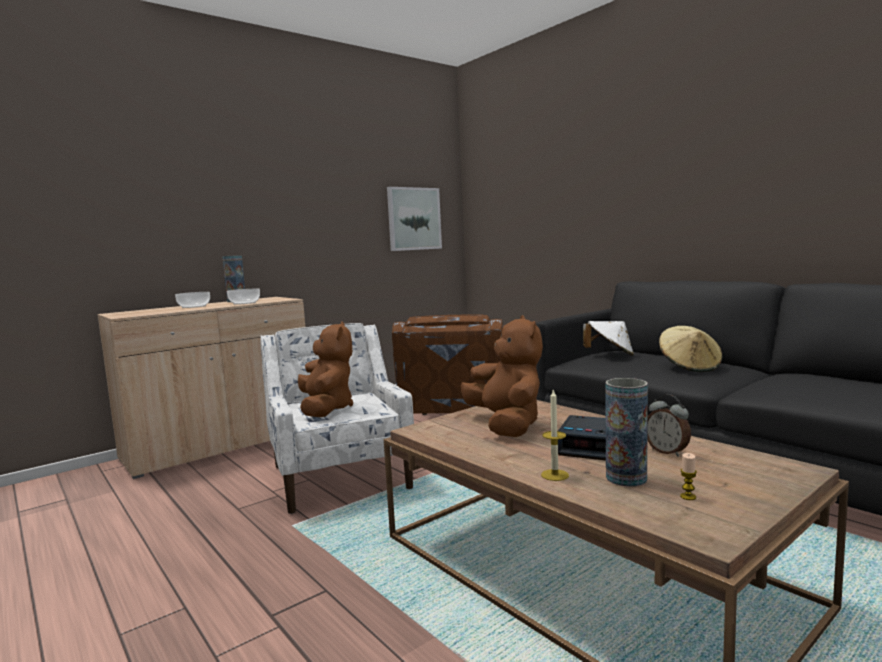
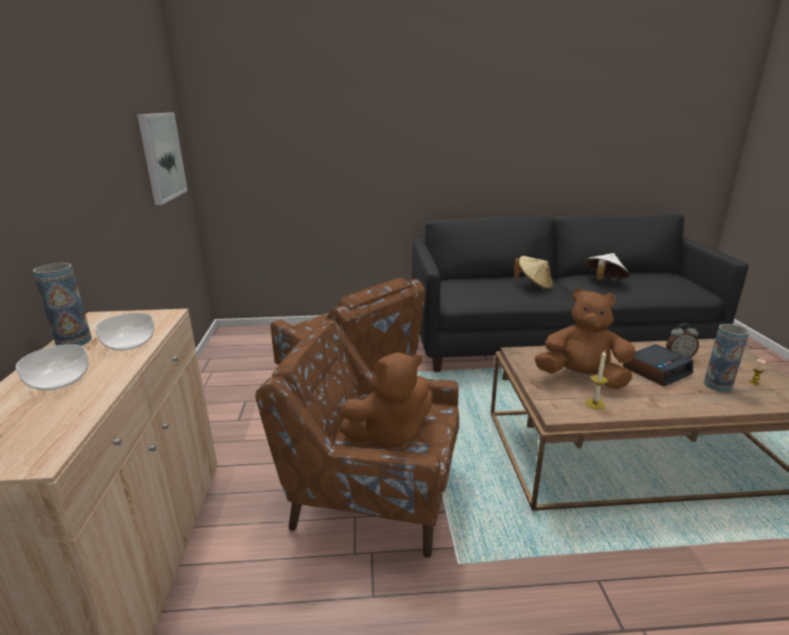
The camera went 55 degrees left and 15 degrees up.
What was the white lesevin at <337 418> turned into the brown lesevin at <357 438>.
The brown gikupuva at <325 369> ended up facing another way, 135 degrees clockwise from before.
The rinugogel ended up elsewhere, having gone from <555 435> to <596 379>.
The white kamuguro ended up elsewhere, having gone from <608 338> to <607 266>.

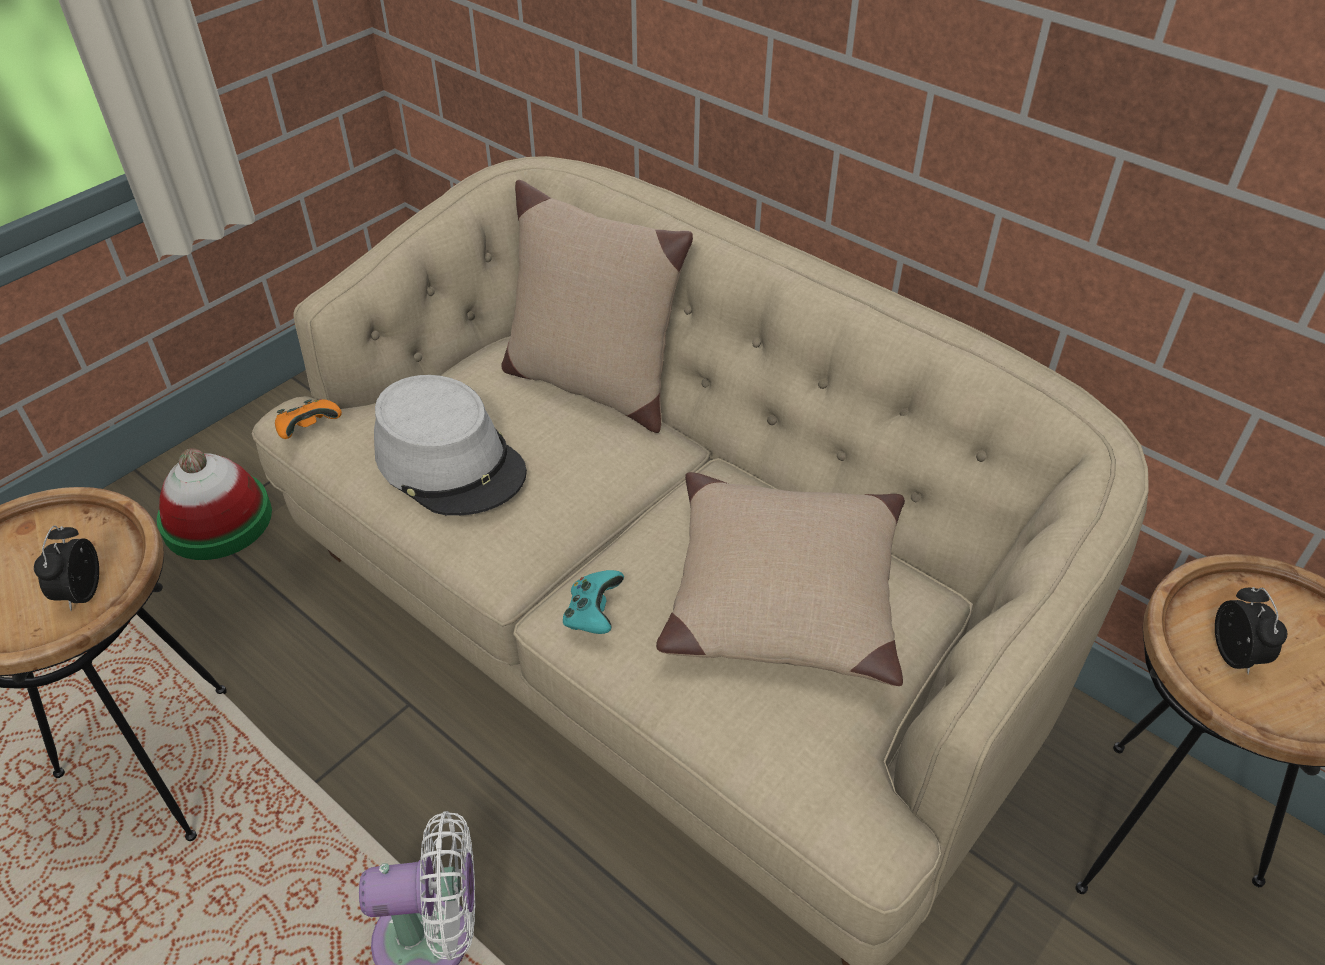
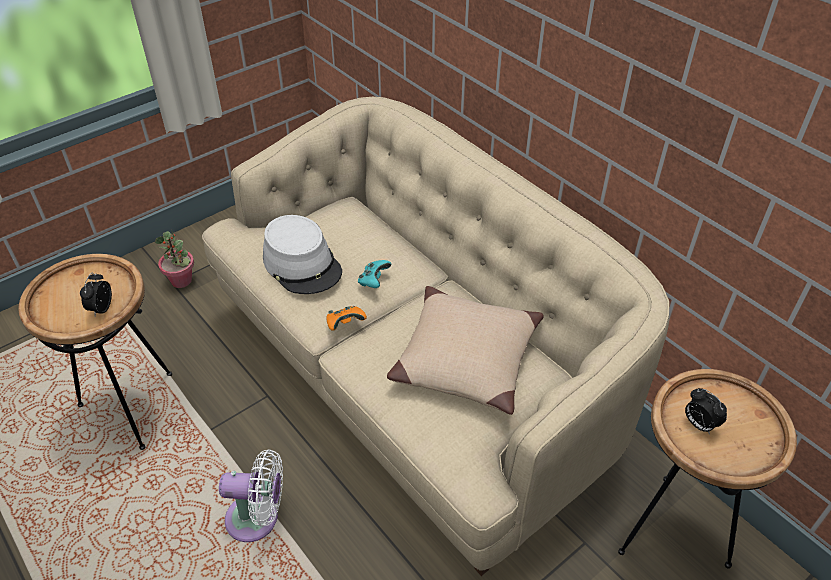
The camera went 10 degrees right and 0 degrees up.
Where the kamuguro stood at <214 504>, the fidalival came to stand at <174 258>.
The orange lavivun ended up elsewhere, having gone from <308 419> to <347 318>.
The second view lost the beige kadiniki at <597 306>.
The turquoise lavivun ended up elsewhere, having gone from <593 602> to <374 274>.
The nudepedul at <1251 630> ended up facing another way, 135 degrees clockwise from before.

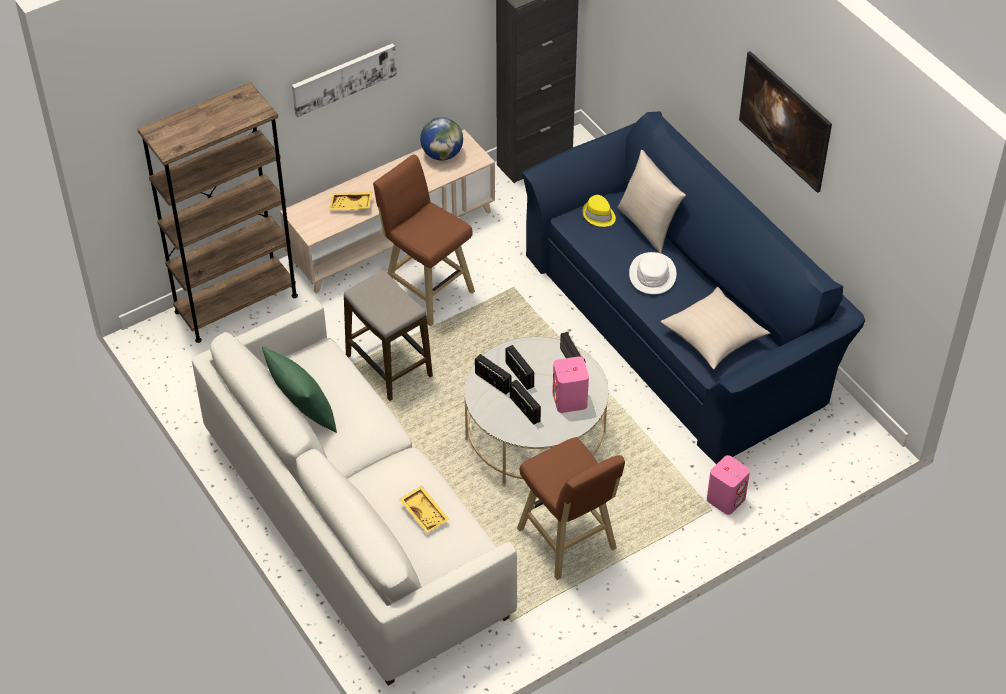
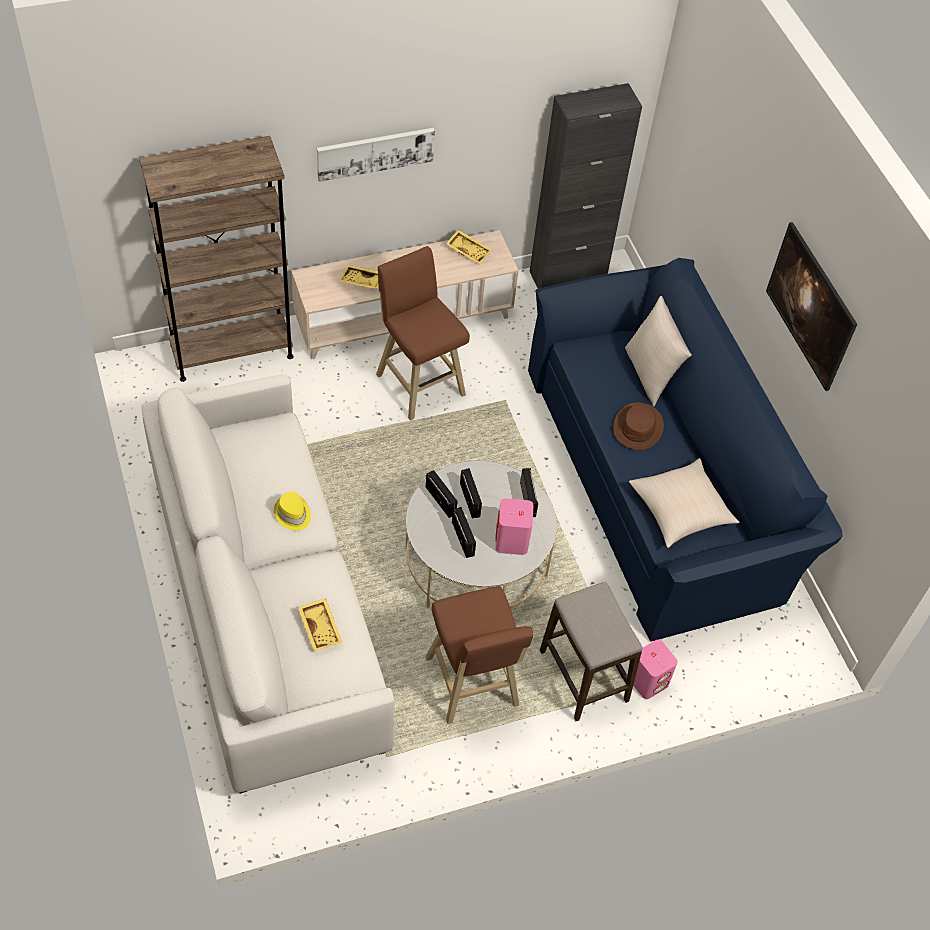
The camera went 10 degrees right and 5 degrees up.
The second view lost the green kadiniki at <299 389>.
The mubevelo ended up elsewhere, having gone from <388 335> to <591 651>.
Where the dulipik stood at <441 139>, the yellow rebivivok came to stand at <469 247>.
The yellow kamuguro ended up elsewhere, having gone from <599 211> to <292 511>.
What was the white kamuguro at <653 273> turned into the brown kamuguro at <638 426>.

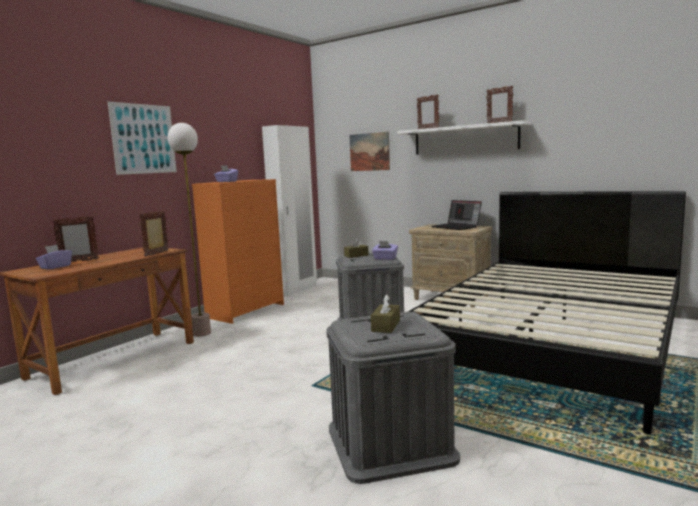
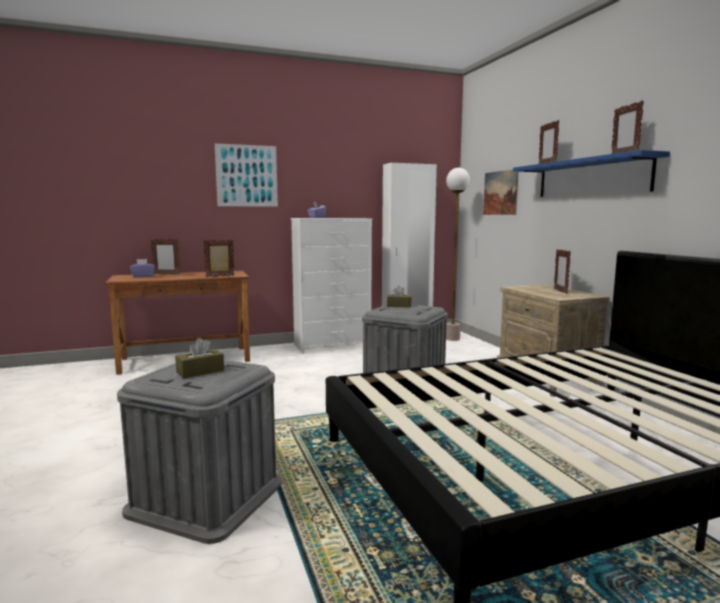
The camera went 35 degrees right and 0 degrees up.
The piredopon ended up elsewhere, having gone from <189 230> to <458 254>.
What was the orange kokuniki at <238 251> turned into the white kokuniki at <331 285>.
The second view lost the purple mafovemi at <385 250>.
What was the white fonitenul at <464 137> turned into the blue fonitenul at <591 173>.
Where the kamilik stood at <456 215>, the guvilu came to stand at <562 271>.

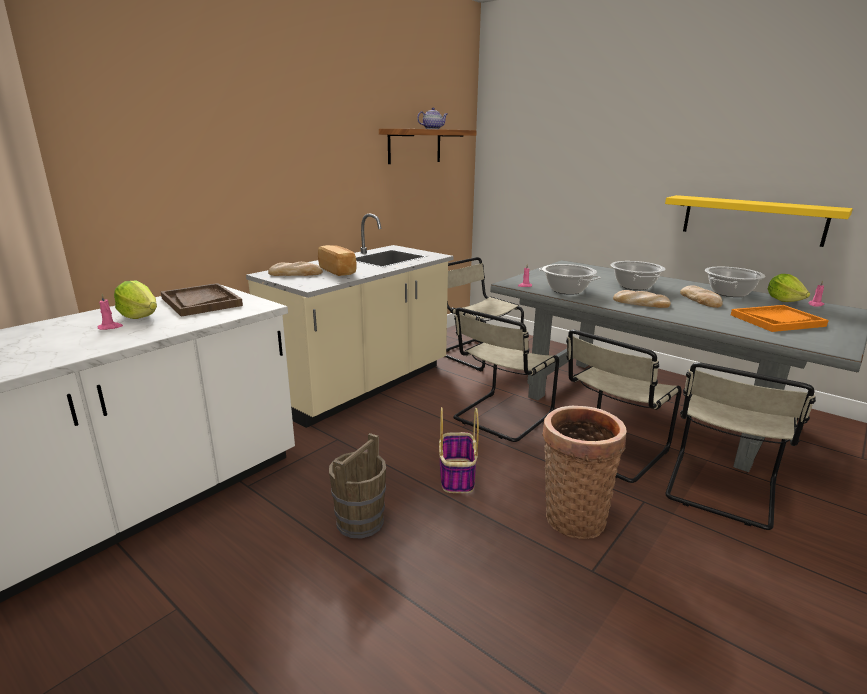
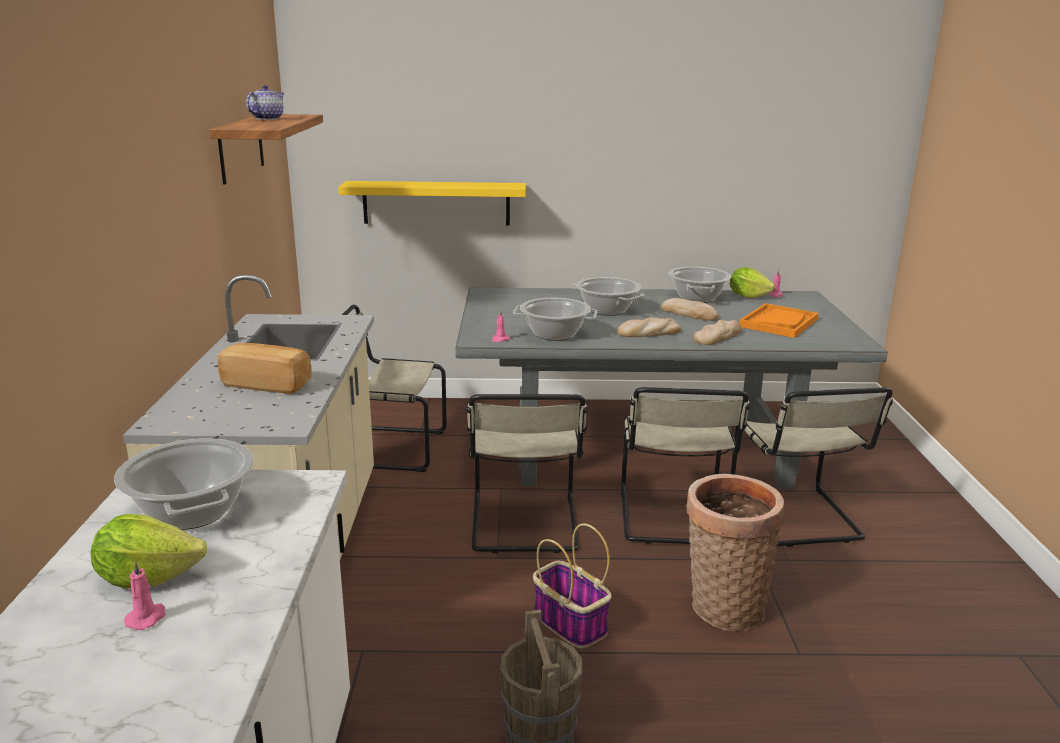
The camera went 40 degrees left and 0 degrees up.
Where the brown rebivivok stood at <202 300>, the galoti came to stand at <184 484>.
The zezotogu ended up elsewhere, having gone from <295 269> to <717 332>.
The yellow fonitenul ended up elsewhere, having gone from <759 221> to <432 203>.

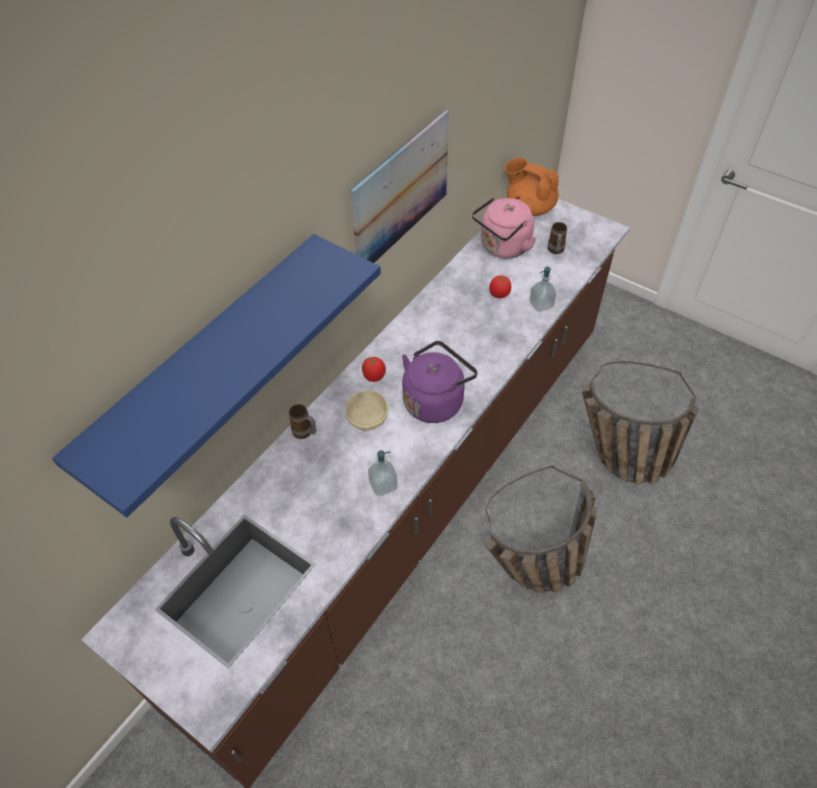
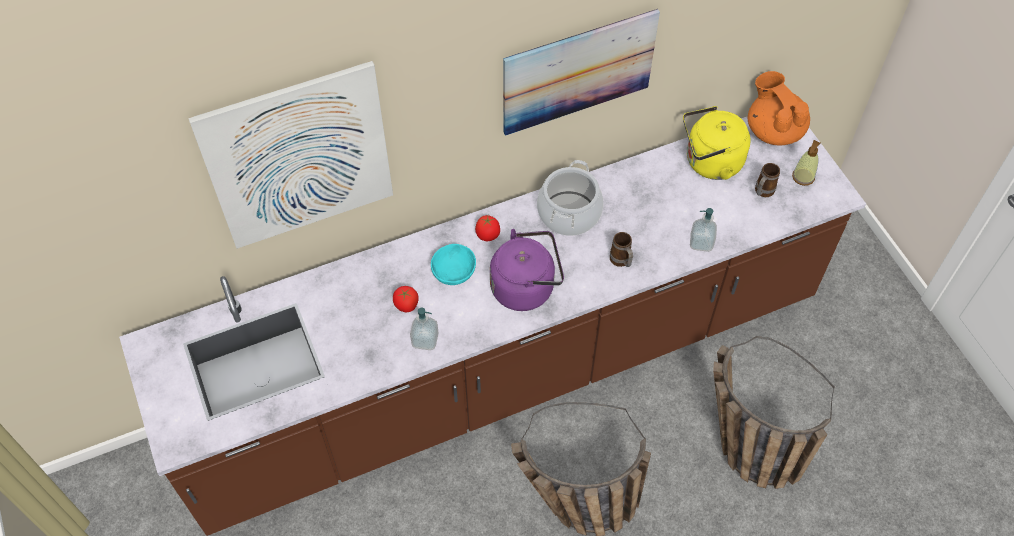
The camera went 30 degrees right and 5 degrees up.
Where the blue fonitenul hung at <216 376>, the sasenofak came to hang at <290 154>.
The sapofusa ended up elsewhere, having gone from <302 421> to <621 249>.
What was the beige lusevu at <366 410> turned into the turquoise lusevu at <453 264>.
What was the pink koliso at <504 227> turned into the yellow koliso at <717 143>.
The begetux ended up elsewhere, having gone from <500 287> to <406 299>.
The second view gained the galoti at <570 198>.
The second view gained the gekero at <806 163>.

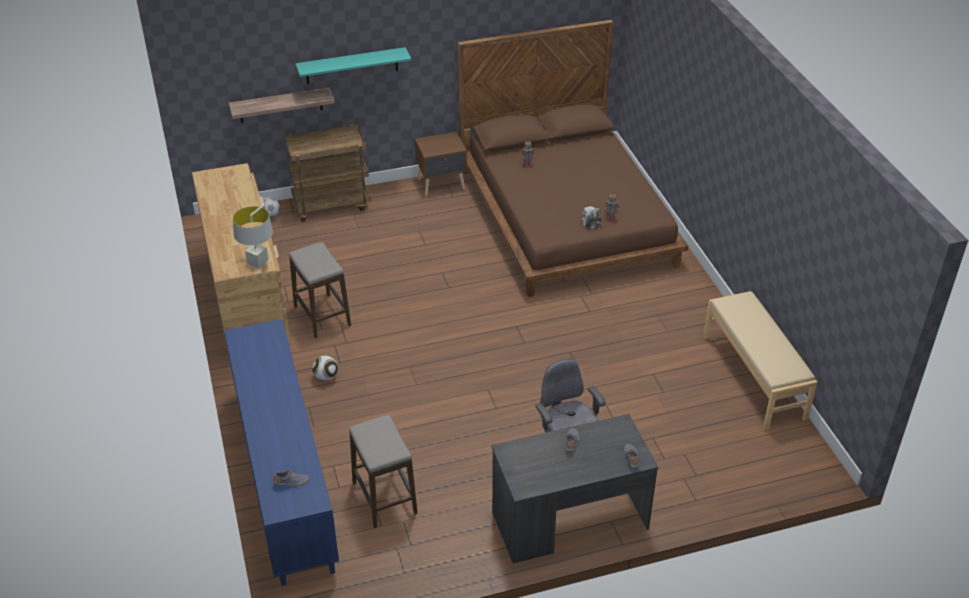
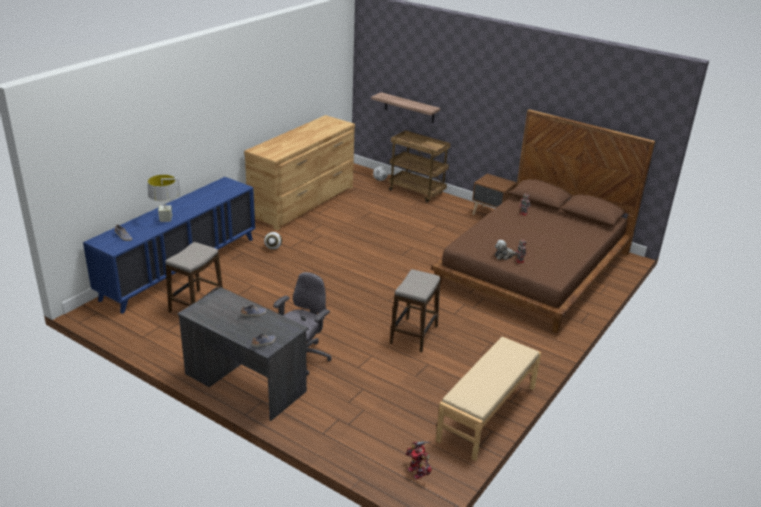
The camera went 50 degrees right and 10 degrees down.
The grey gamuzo ended up elsewhere, having gone from <253 236> to <164 198>.
The mubevelo ended up elsewhere, having gone from <320 290> to <415 311>.
The second view lost the turquoise fonitenul at <353 65>.
The second view gained the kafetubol at <419 460>.

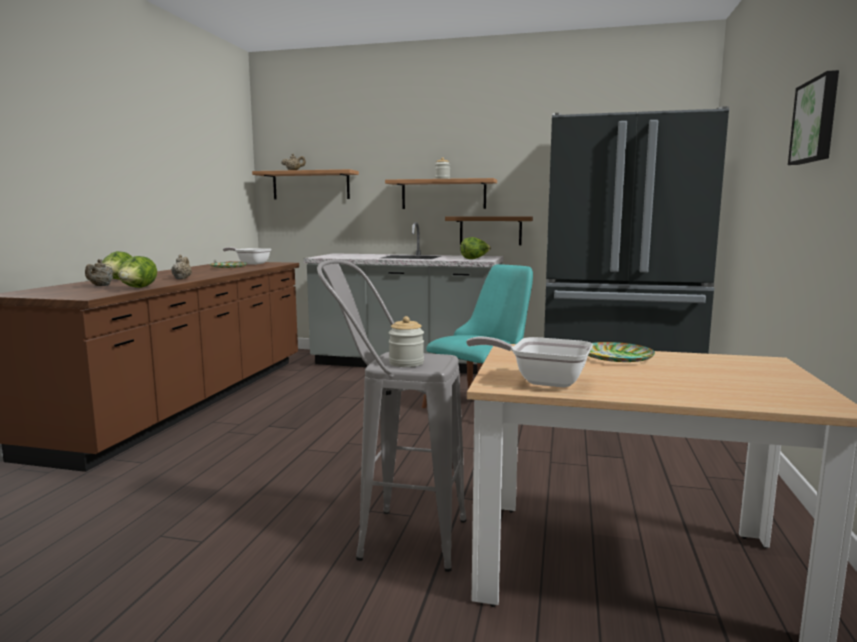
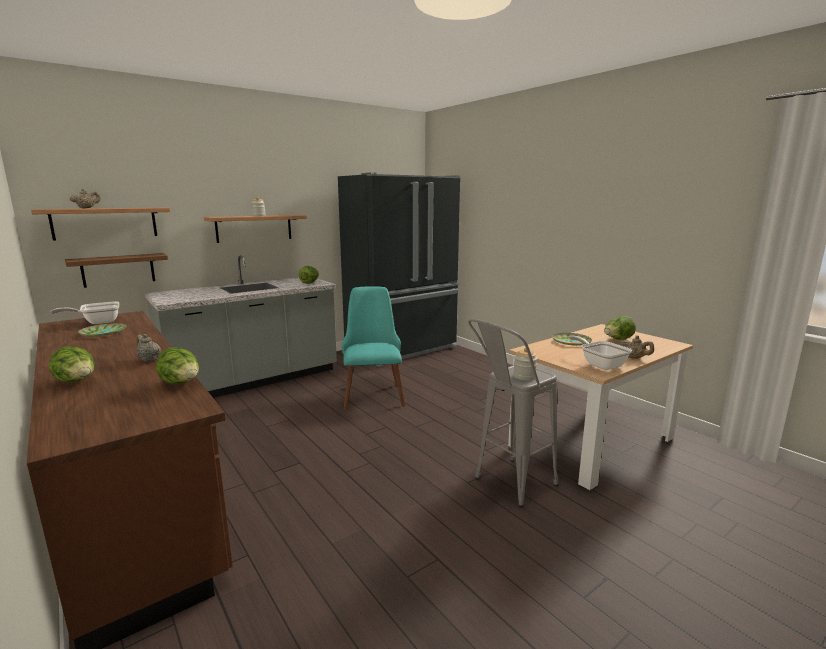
The camera went 50 degrees left and 5 degrees up.
The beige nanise ended up elsewhere, having gone from <99 272> to <636 347>.
The brown fonitenul ended up elsewhere, having gone from <489 230> to <116 270>.
The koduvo at <529 362> ended up facing another way, 90 degrees clockwise from before.
The second view lost the sasenofak at <813 117>.
The second view gained the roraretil at <620 328>.

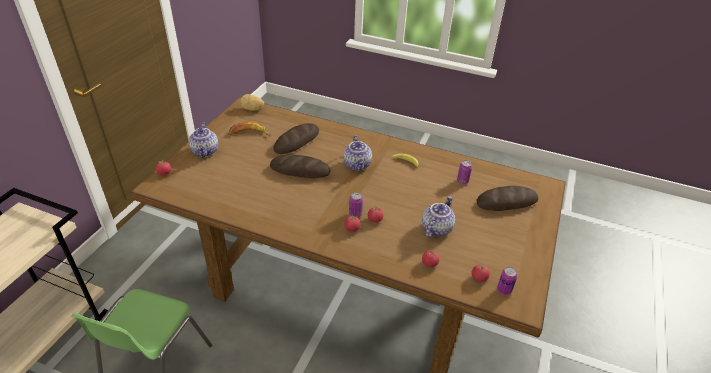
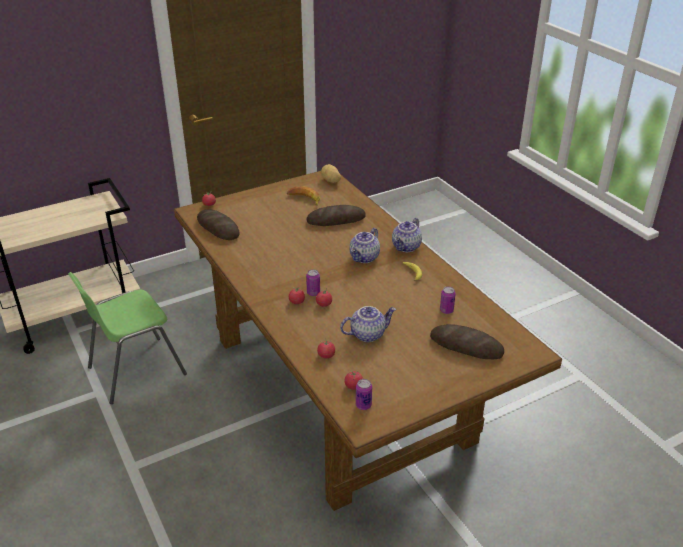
The camera went 40 degrees right and 5 degrees down.
The nanise ended up elsewhere, having gone from <203 140> to <407 235>.
The zezotogu ended up elsewhere, having gone from <300 166> to <218 224>.

